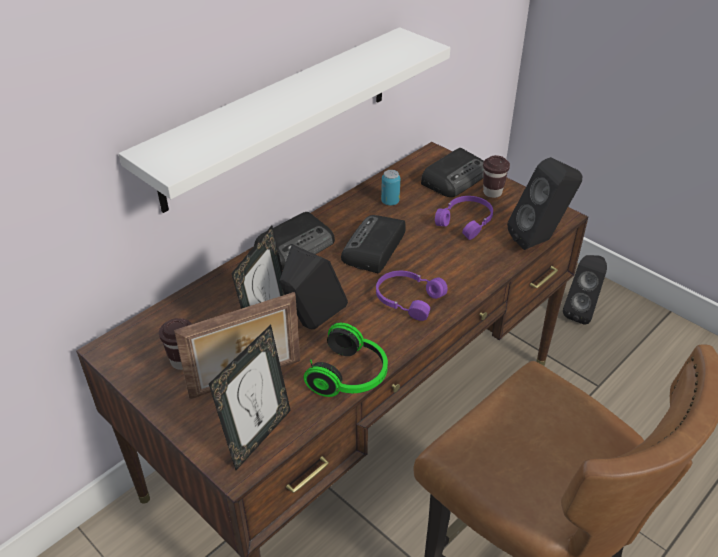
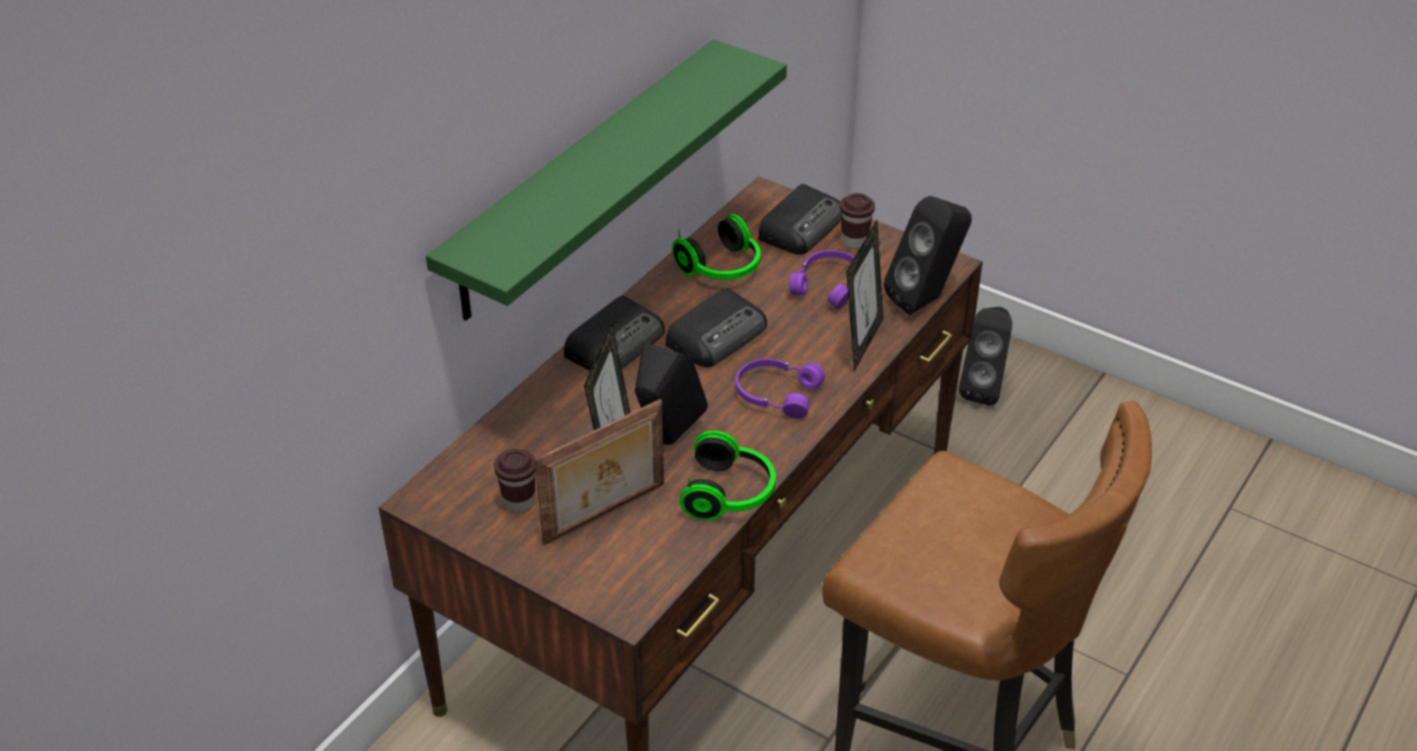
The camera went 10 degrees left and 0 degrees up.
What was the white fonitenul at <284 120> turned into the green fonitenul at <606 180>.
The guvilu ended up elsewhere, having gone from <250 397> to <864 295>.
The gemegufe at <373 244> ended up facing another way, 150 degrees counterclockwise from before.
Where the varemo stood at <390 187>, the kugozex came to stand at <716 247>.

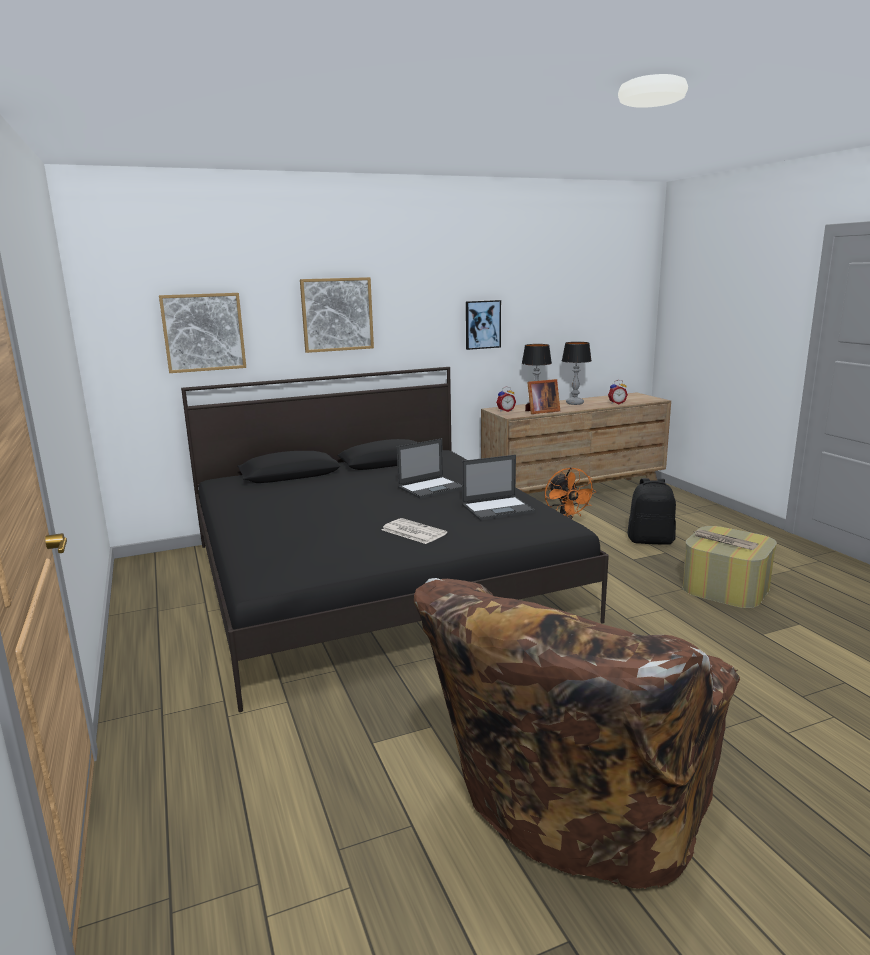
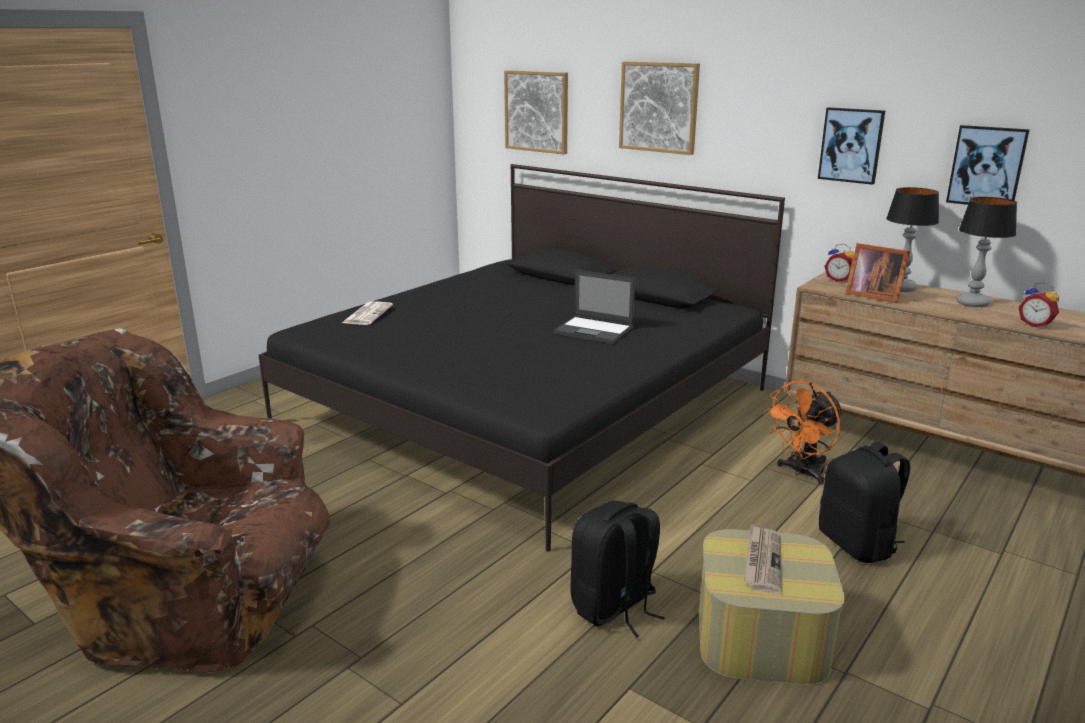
The camera went 60 degrees right and 5 degrees up.
The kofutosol ended up elsewhere, having gone from <414 531> to <367 313>.
The second view lost the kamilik at <498 488>.
The second view gained the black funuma at <617 569>.
The second view gained the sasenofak at <988 165>.

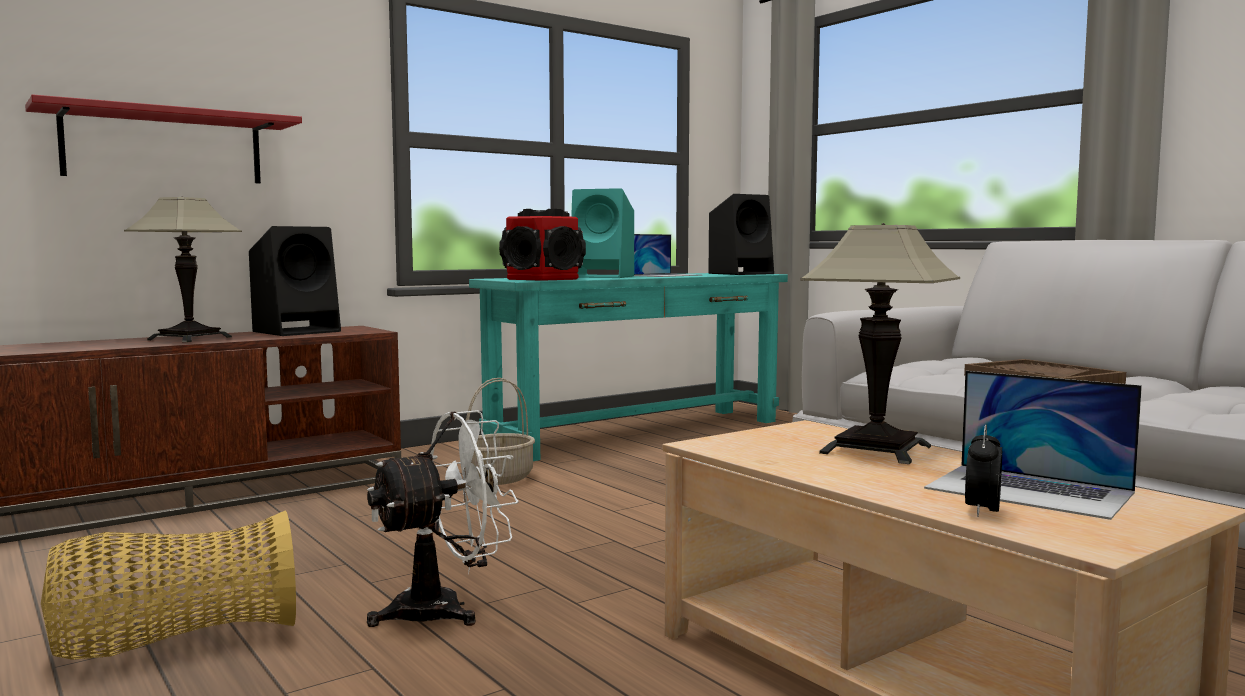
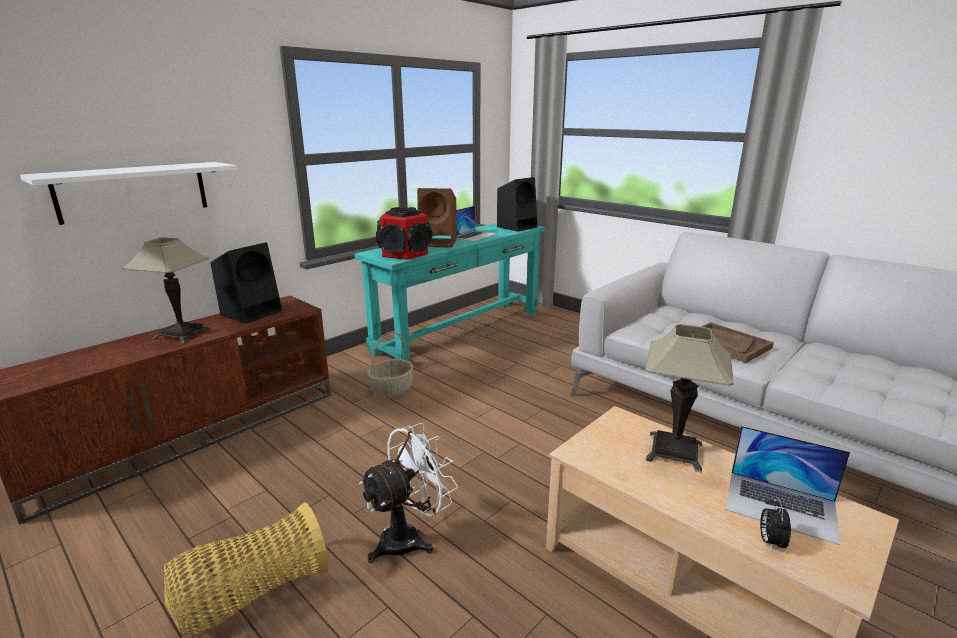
The camera went 10 degrees left and 15 degrees up.
What was the red fonitenul at <163 139> turned into the white fonitenul at <128 193>.
What was the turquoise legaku at <602 233> turned into the brown legaku at <437 218>.

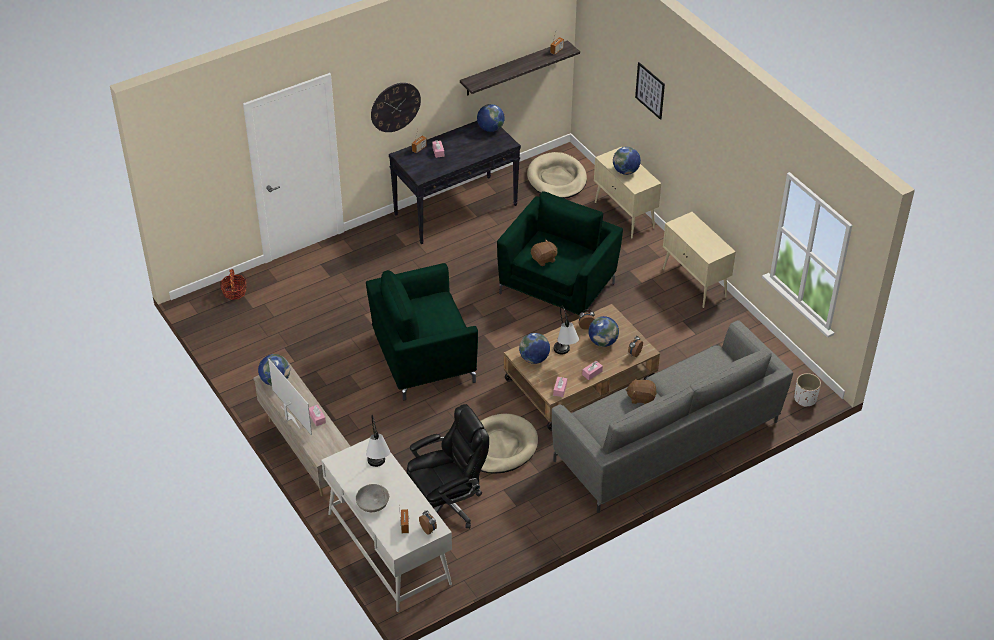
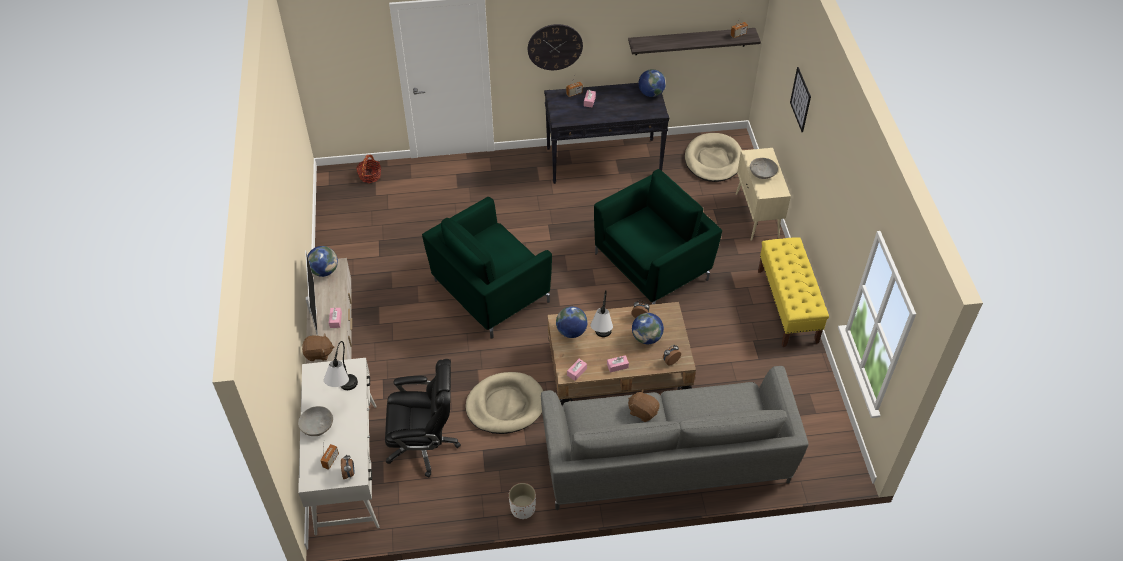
The camera went 25 degrees right and 5 degrees up.
The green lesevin at <422 331> ended up facing another way, 45 degrees counterclockwise from before.
The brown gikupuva ended up elsewhere, having gone from <544 252> to <318 347>.
Where the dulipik stood at <627 161>, the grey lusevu came to stand at <764 168>.
Where the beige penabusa stood at <699 260>, the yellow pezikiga came to stand at <793 292>.
The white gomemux ended up elsewhere, having gone from <807 390> to <522 501>.

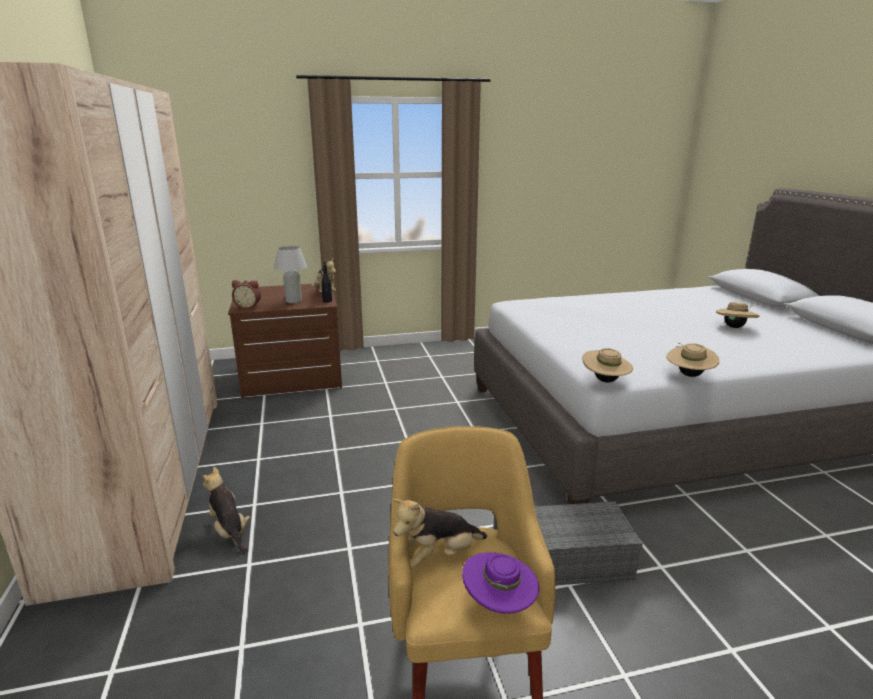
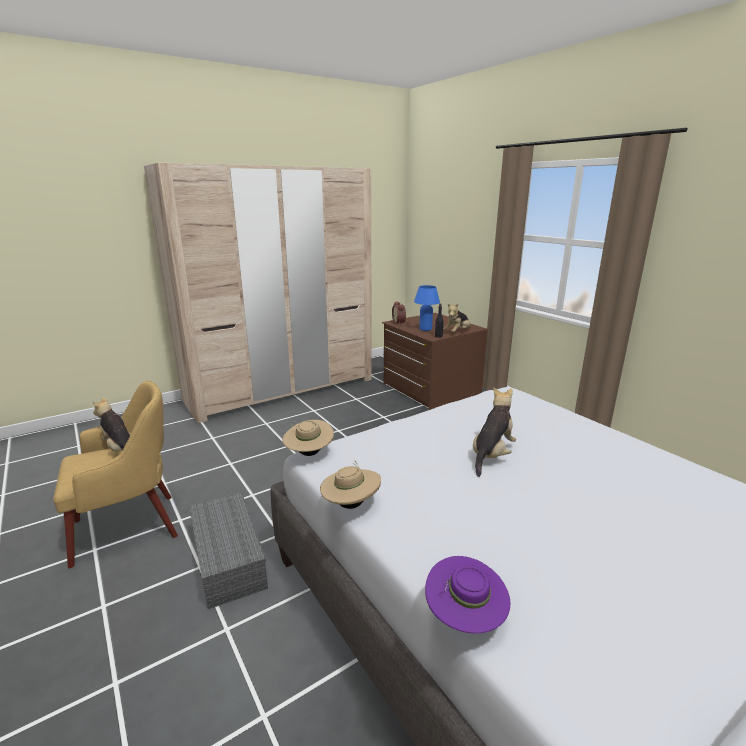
The camera went 70 degrees right and 0 degrees up.
The gikupuva ended up elsewhere, having gone from <226 510> to <494 432>.
What was the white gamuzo at <290 274> turned into the blue gamuzo at <427 308>.
The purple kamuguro ended up elsewhere, having gone from <500 583> to <467 594>.
The second view lost the beige kamuguro at <738 315>.

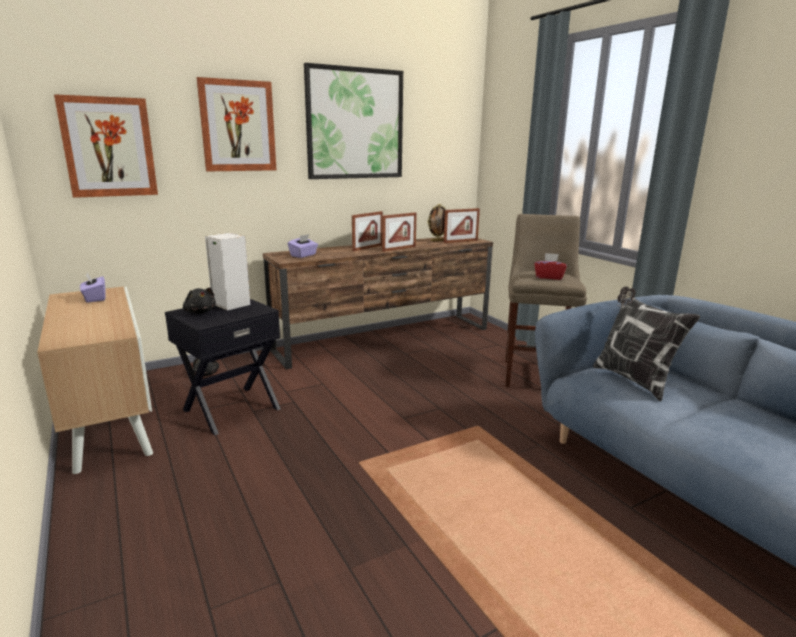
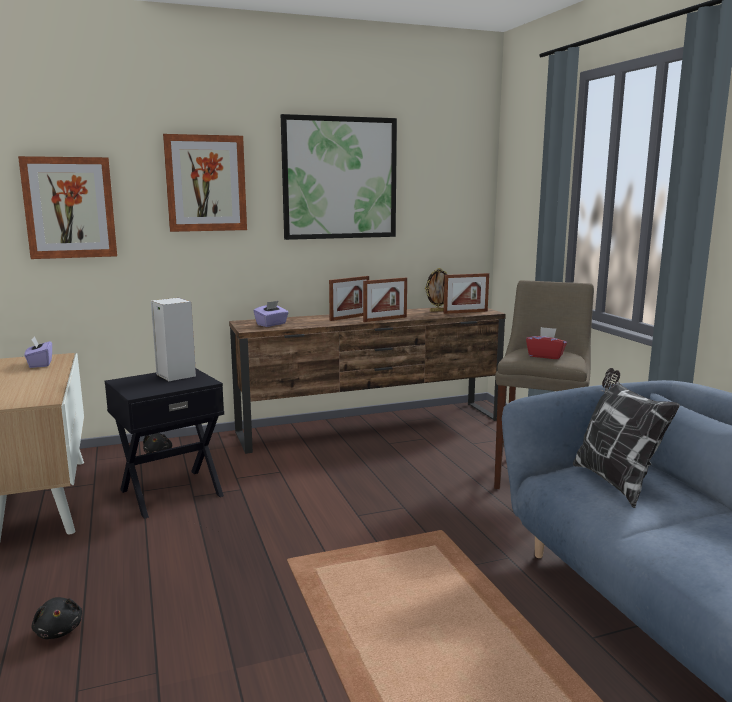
The camera went 10 degrees right and 5 degrees down.
The black gikupuva ended up elsewhere, having gone from <199 300> to <56 618>.

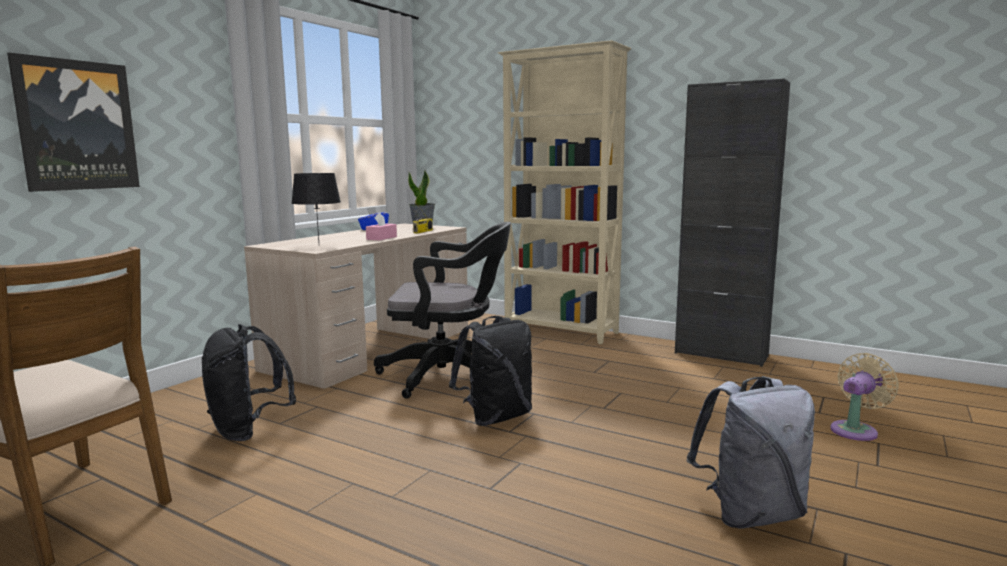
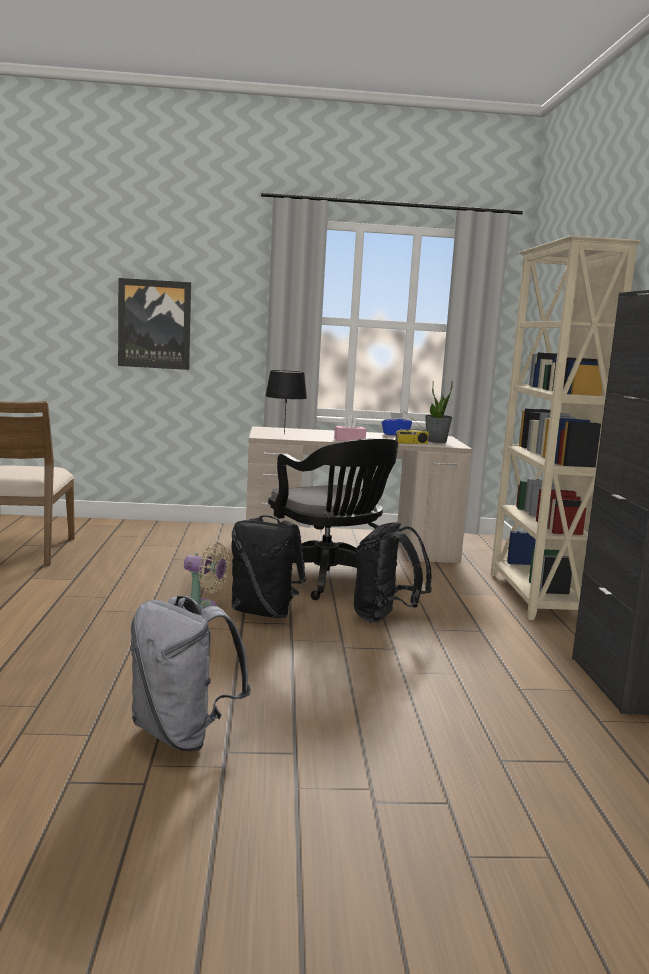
The camera went 55 degrees right and 0 degrees up.
The black funuma ended up elsewhere, having gone from <249 382> to <393 572>.
The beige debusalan ended up elsewhere, having gone from <864 397> to <206 576>.

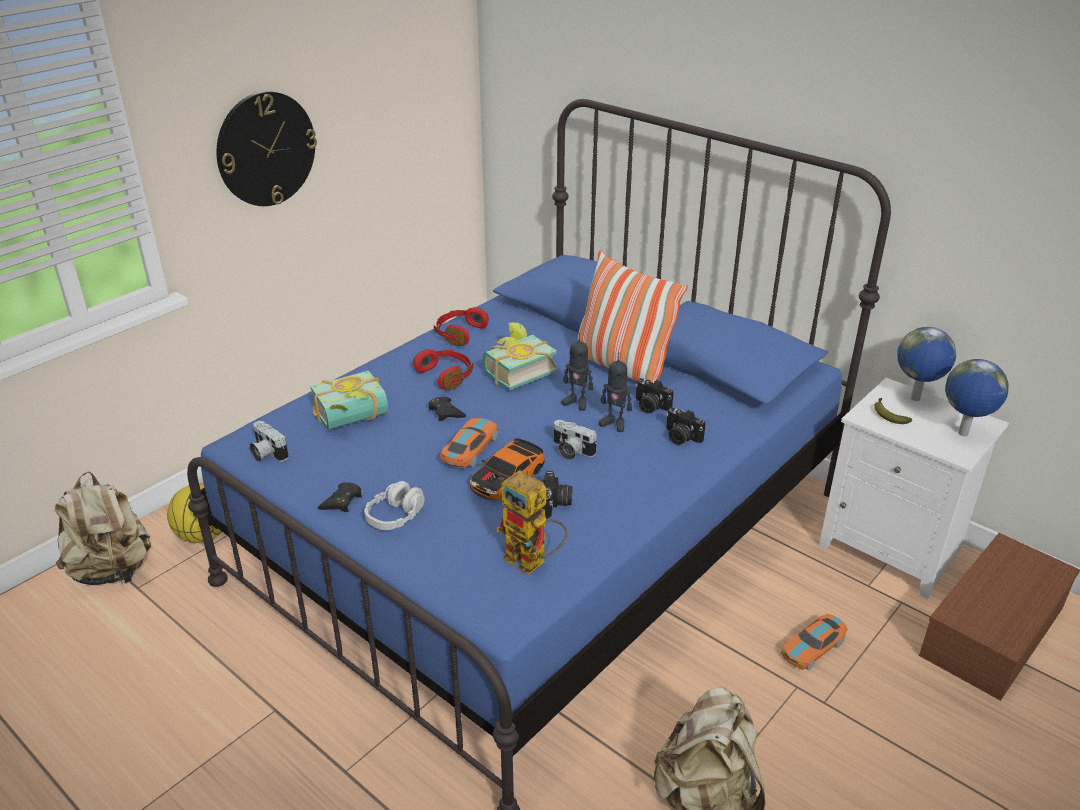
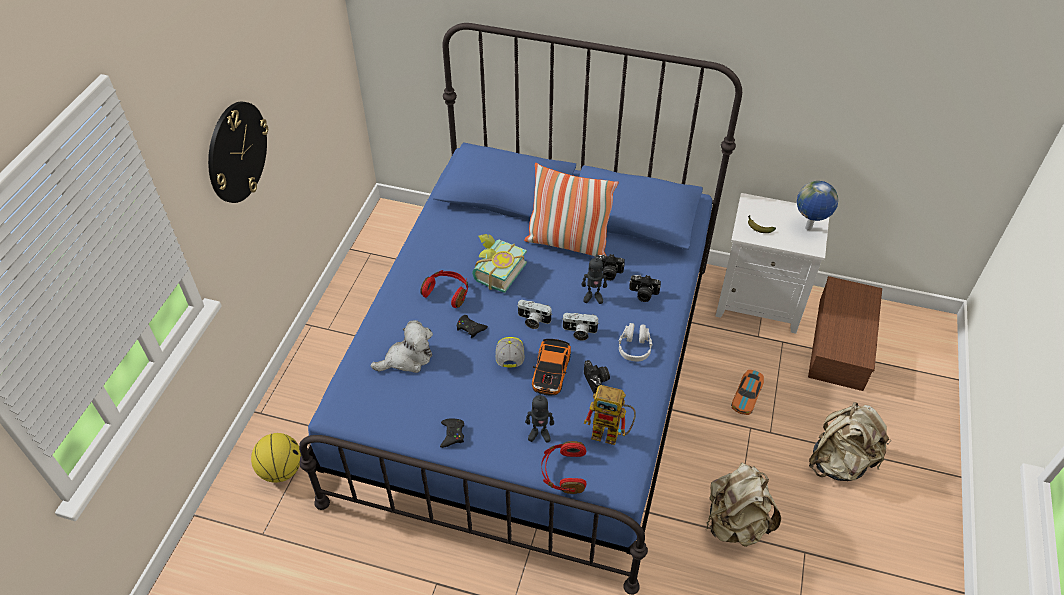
The camera went 25 degrees left and 15 degrees up.
The beige funuma ended up elsewhere, having gone from <103 528> to <850 441>.
The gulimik ended up elsewhere, having gone from <269 441> to <534 314>.
Where the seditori stood at <349 400>, the gikupuva came to stand at <402 346>.
The grey kugozex ended up elsewhere, having gone from <394 505> to <635 342>.
The red kugozex ended up elsewhere, having gone from <461 326> to <564 467>.
Where the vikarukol stood at <469 443>, the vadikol came to stand at <510 352>.
The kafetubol ended up elsewhere, having gone from <577 372> to <539 418>.
The second view lost the dulipik at <926 364>.

